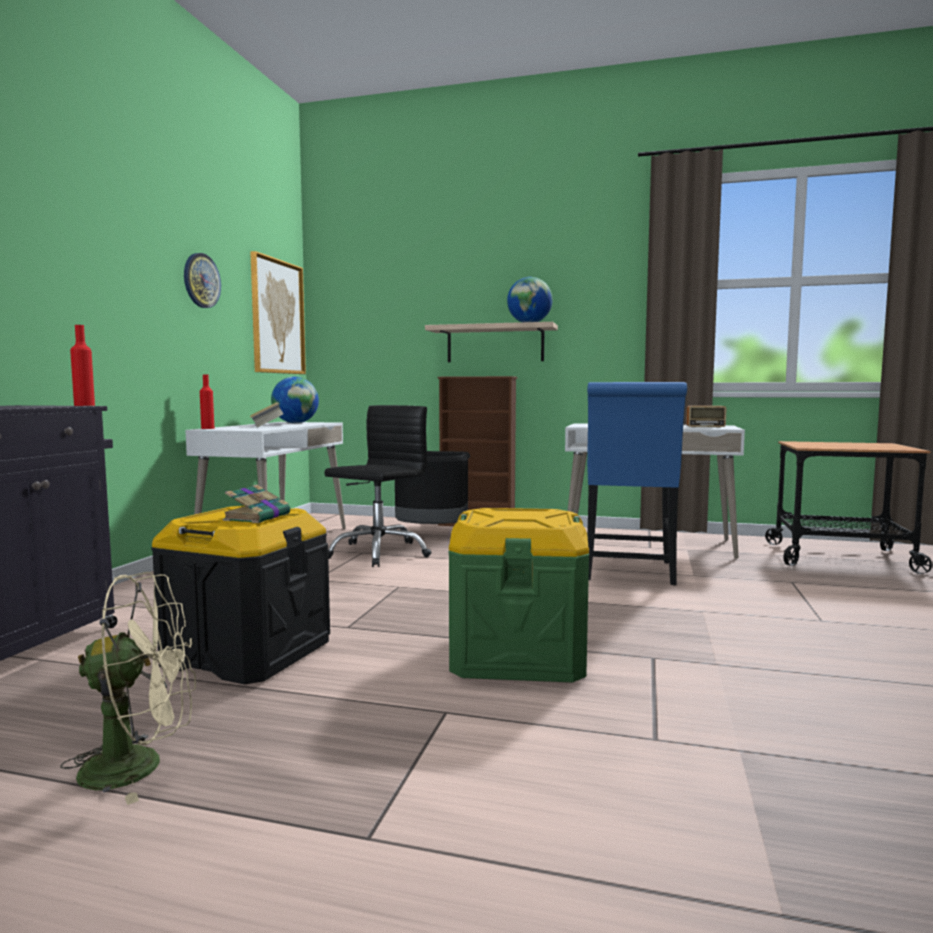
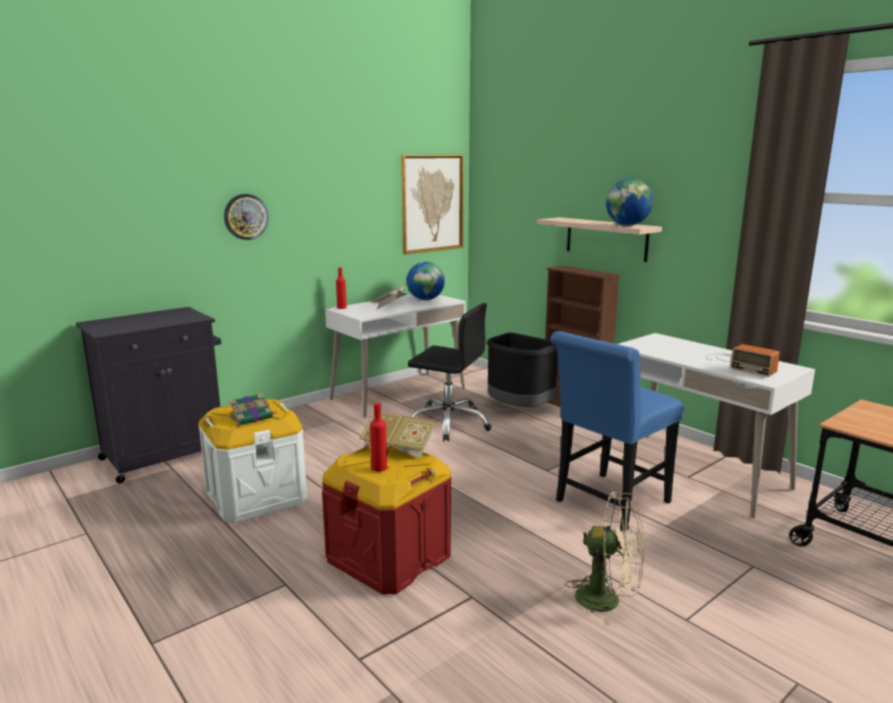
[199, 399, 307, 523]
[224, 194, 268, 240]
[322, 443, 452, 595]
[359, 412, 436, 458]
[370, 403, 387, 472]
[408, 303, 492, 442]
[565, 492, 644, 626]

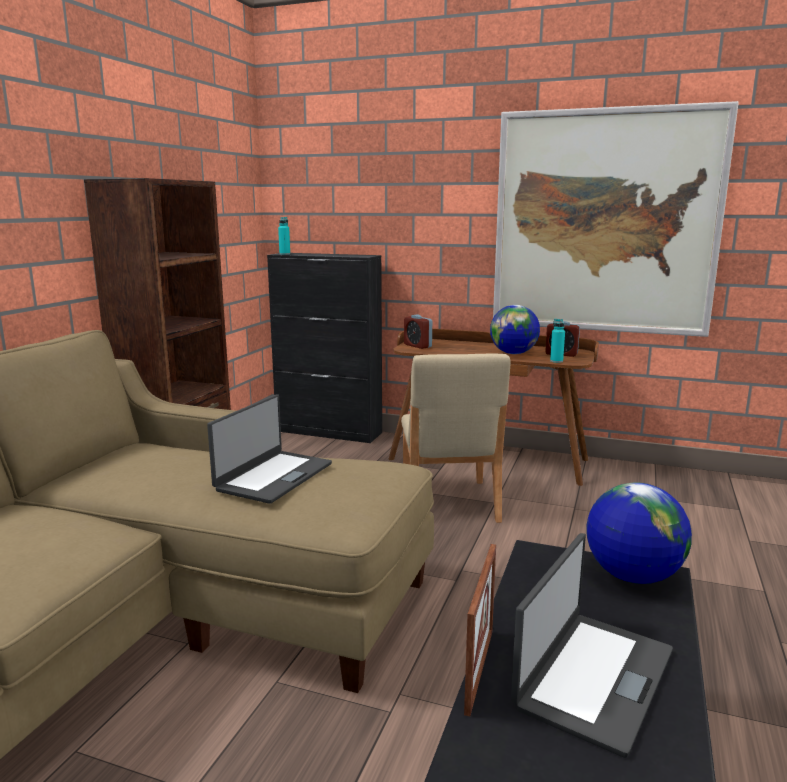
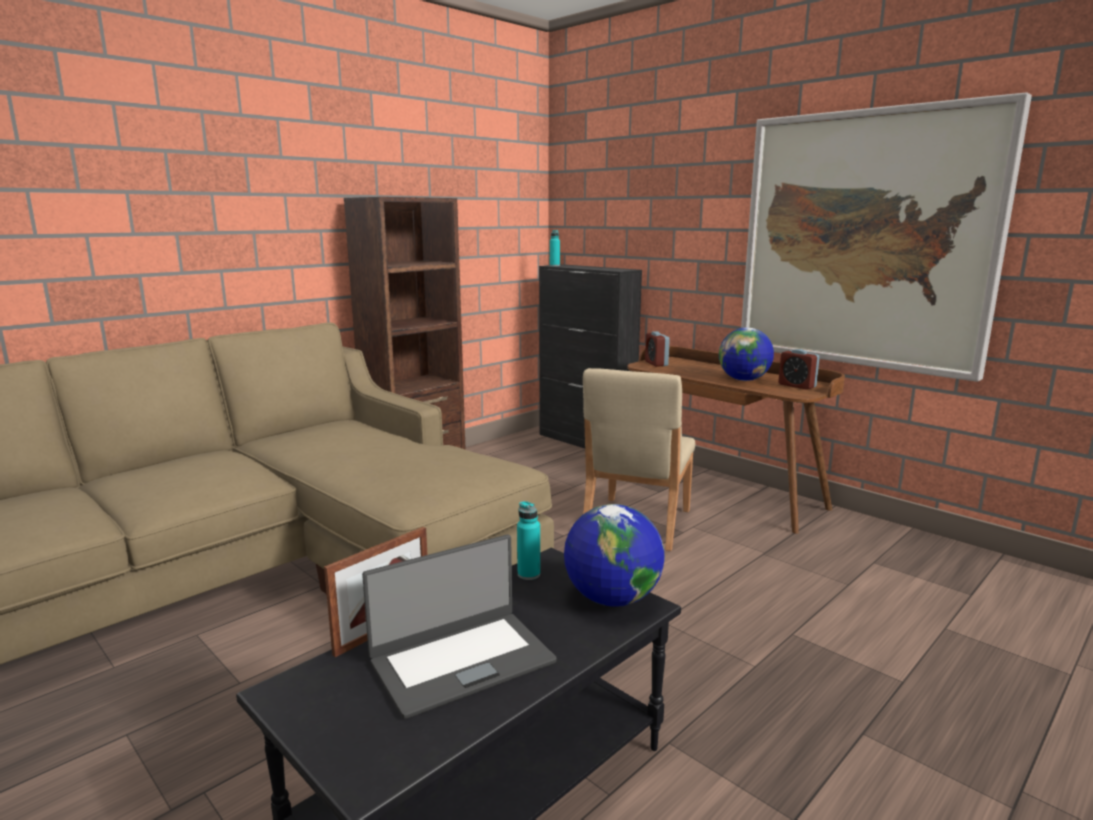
[517, 501, 540, 580]
[207, 394, 332, 504] (first image)

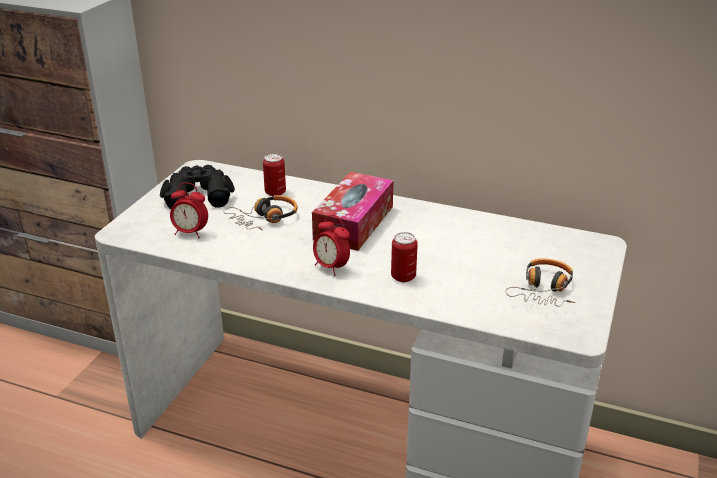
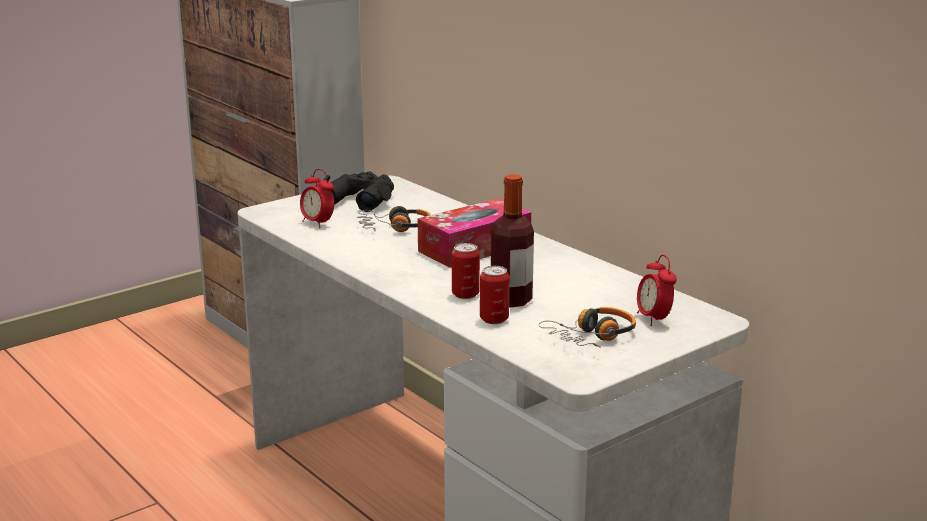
[480, 266, 509, 324]
[491, 174, 534, 308]
[637, 255, 677, 326]

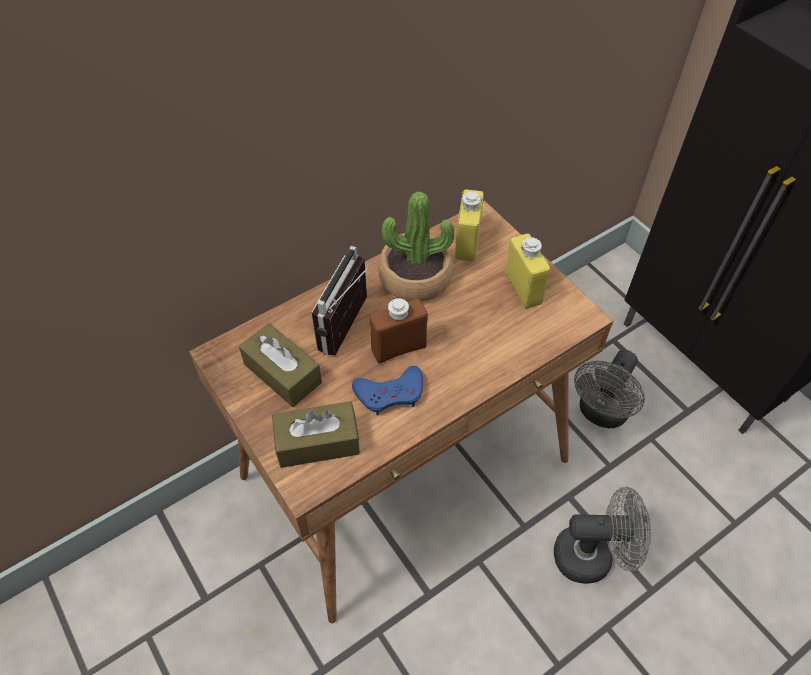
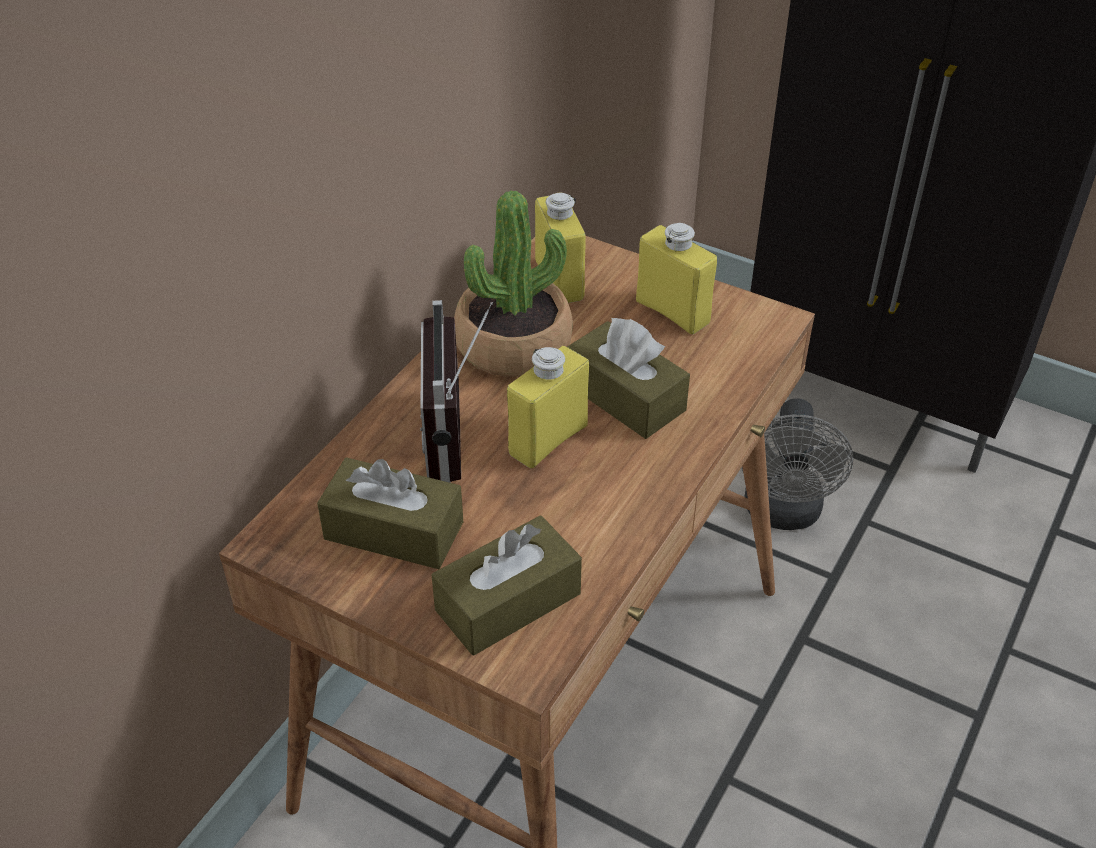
[507, 346, 589, 468]
[567, 317, 690, 439]
[352, 366, 423, 415] (first image)
[554, 487, 651, 584] (first image)

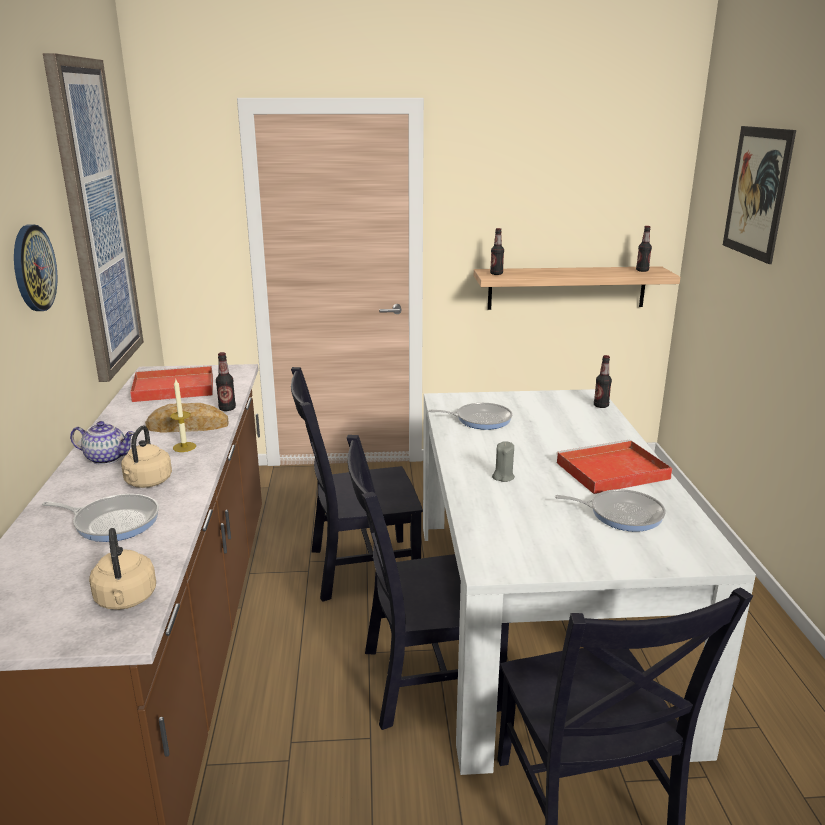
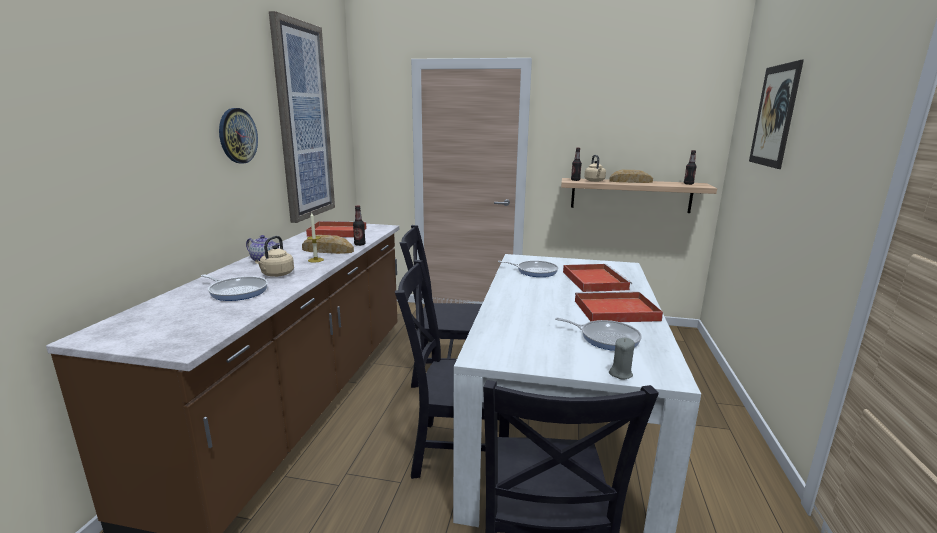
[563, 264, 632, 292]
[584, 155, 606, 182]
[609, 170, 653, 183]
[609, 337, 635, 379]
[594, 355, 612, 408] (first image)

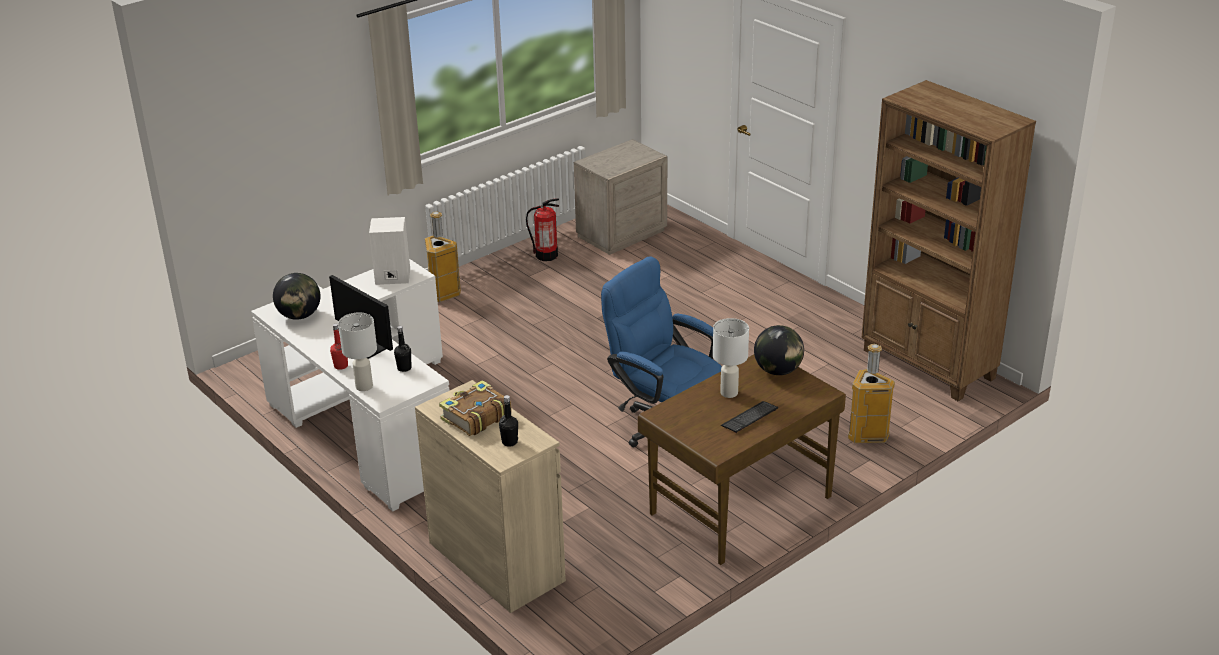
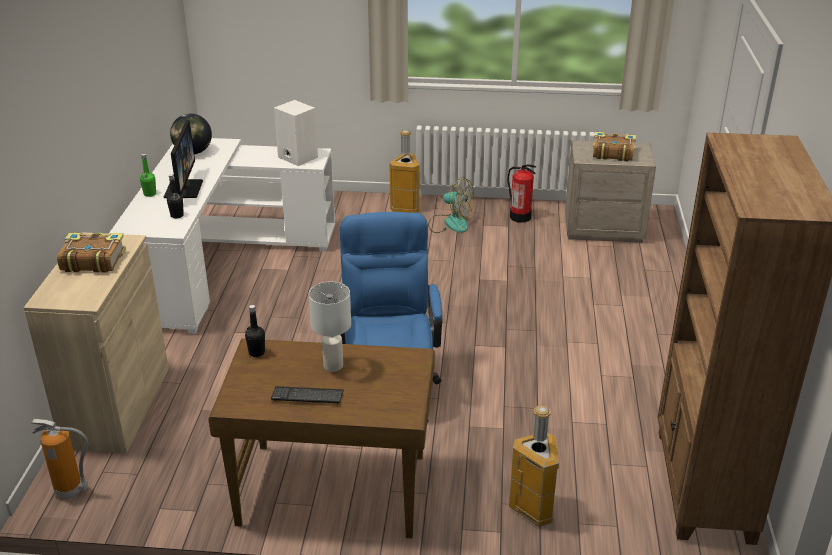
[31, 419, 89, 499]
[140, 154, 156, 197]
[245, 305, 265, 357]
[428, 177, 474, 233]
[593, 132, 636, 161]
[338, 312, 377, 391] (first image)
[754, 325, 804, 375] (first image)

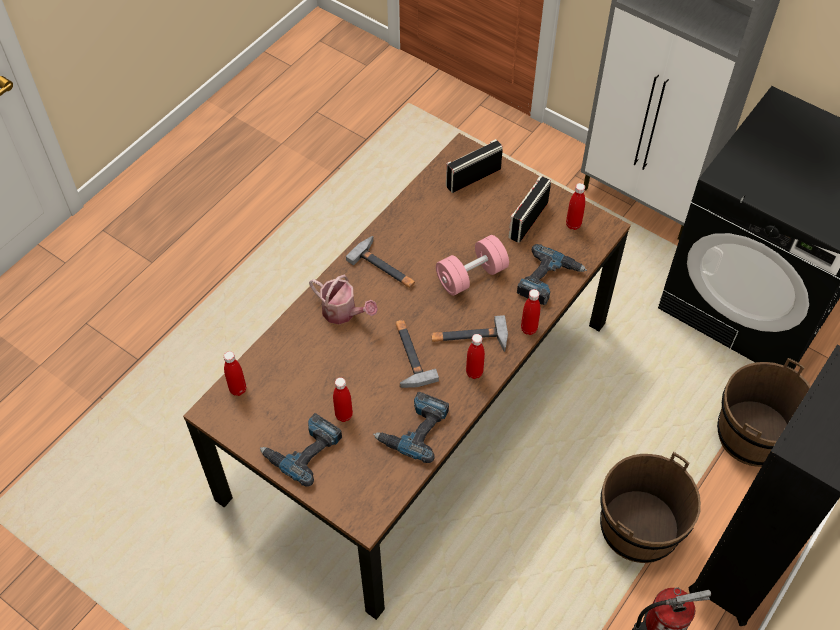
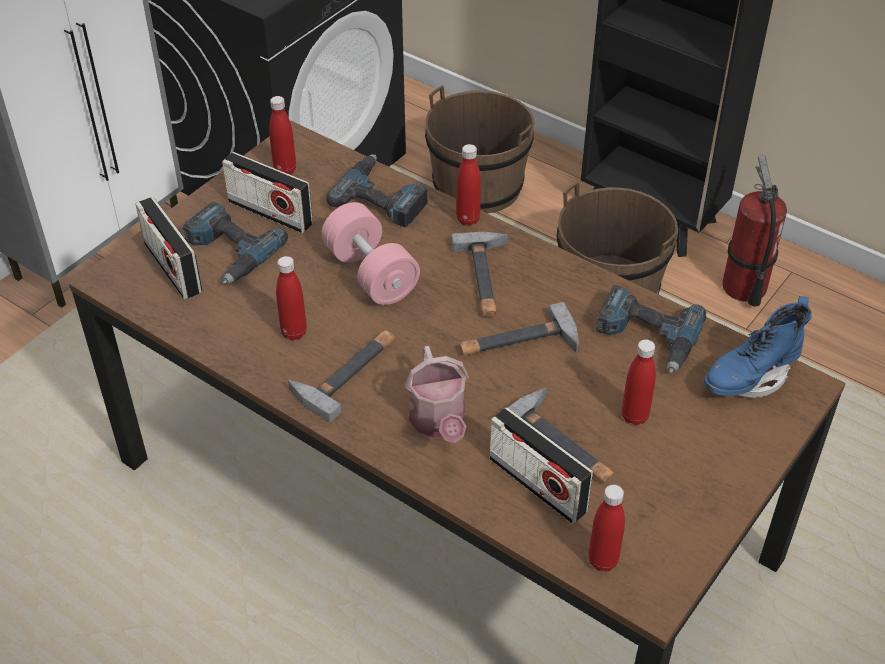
[182, 202, 288, 284]
[276, 256, 307, 340]
[405, 346, 469, 443]
[490, 407, 593, 524]
[508, 388, 614, 484]
[704, 296, 812, 398]

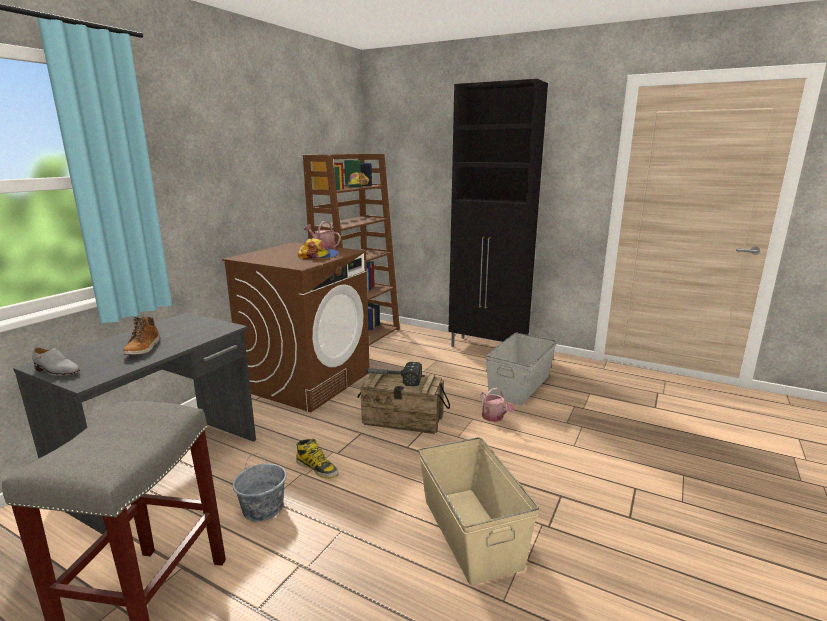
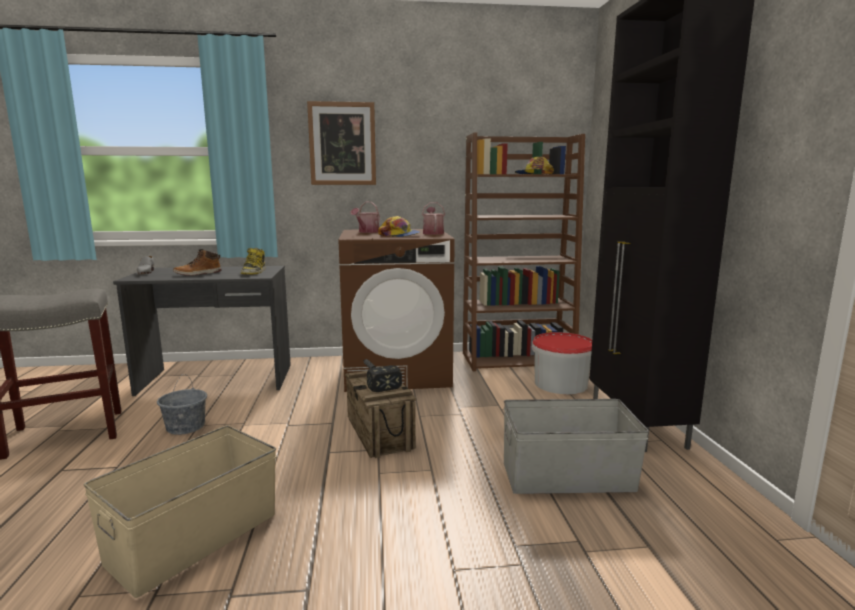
[241, 248, 266, 275]
[307, 101, 376, 185]
[351, 202, 380, 233]
[532, 332, 592, 394]

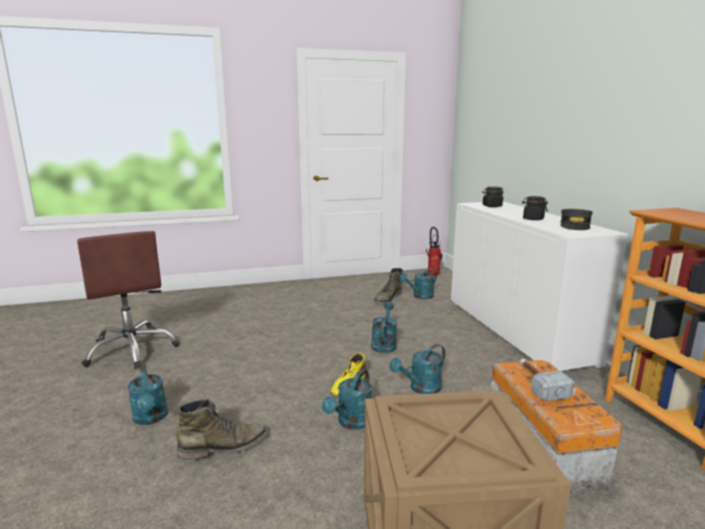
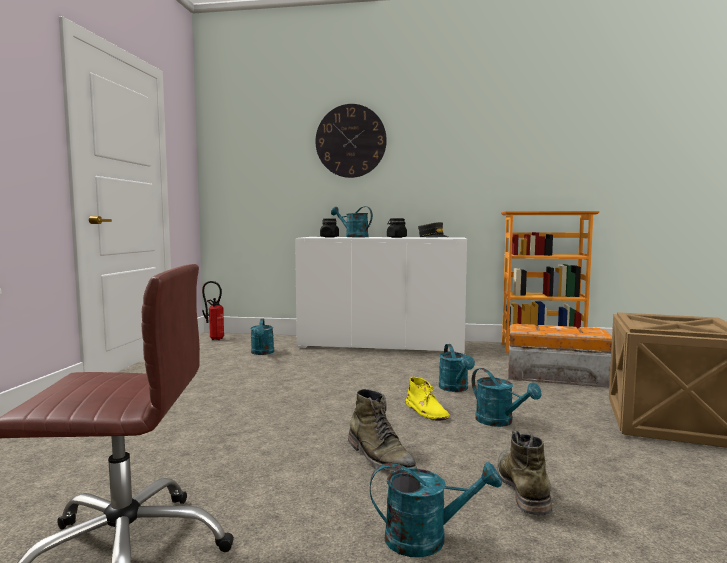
[315, 104, 387, 178]
[331, 207, 373, 237]
[348, 389, 417, 471]
[520, 359, 574, 401] (first image)

